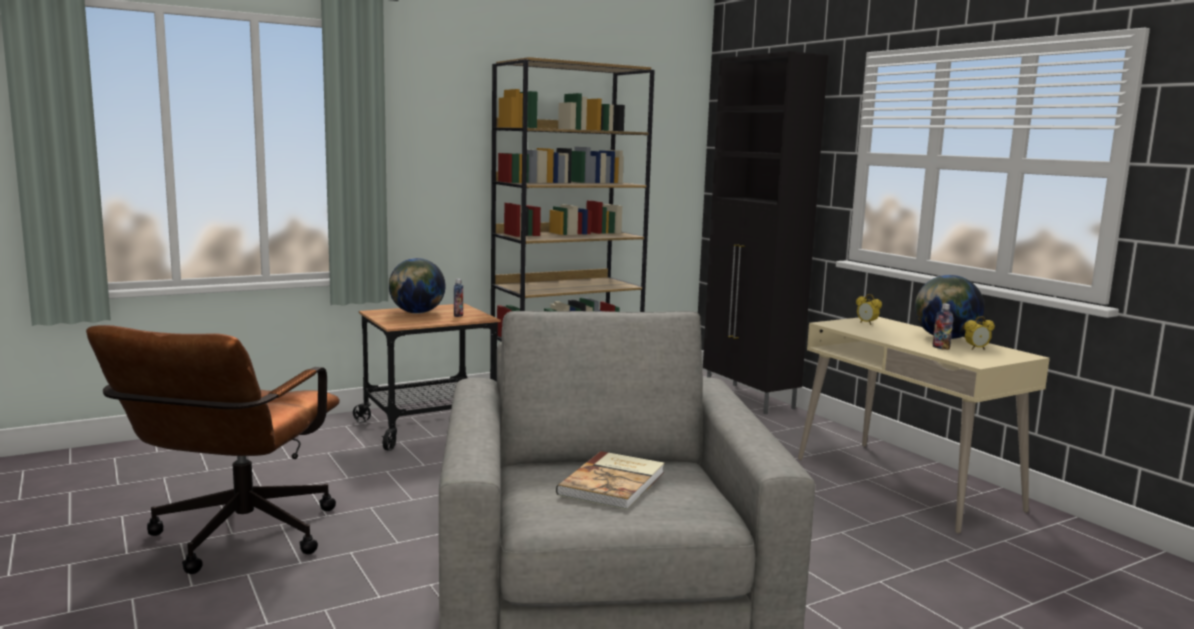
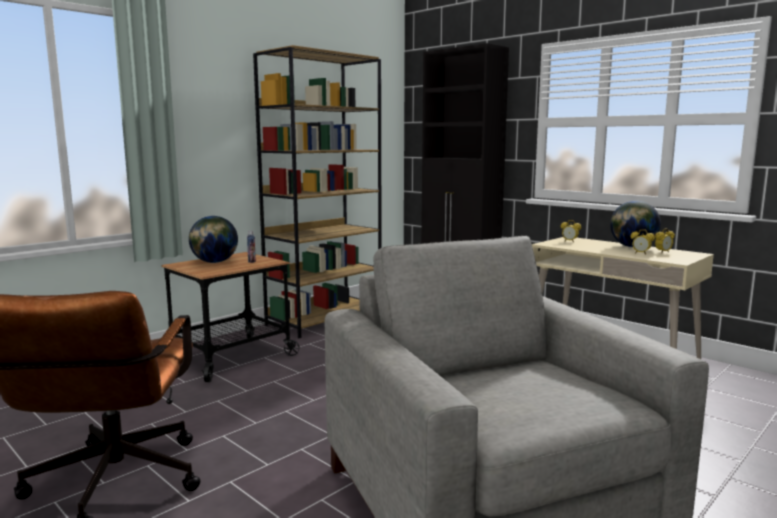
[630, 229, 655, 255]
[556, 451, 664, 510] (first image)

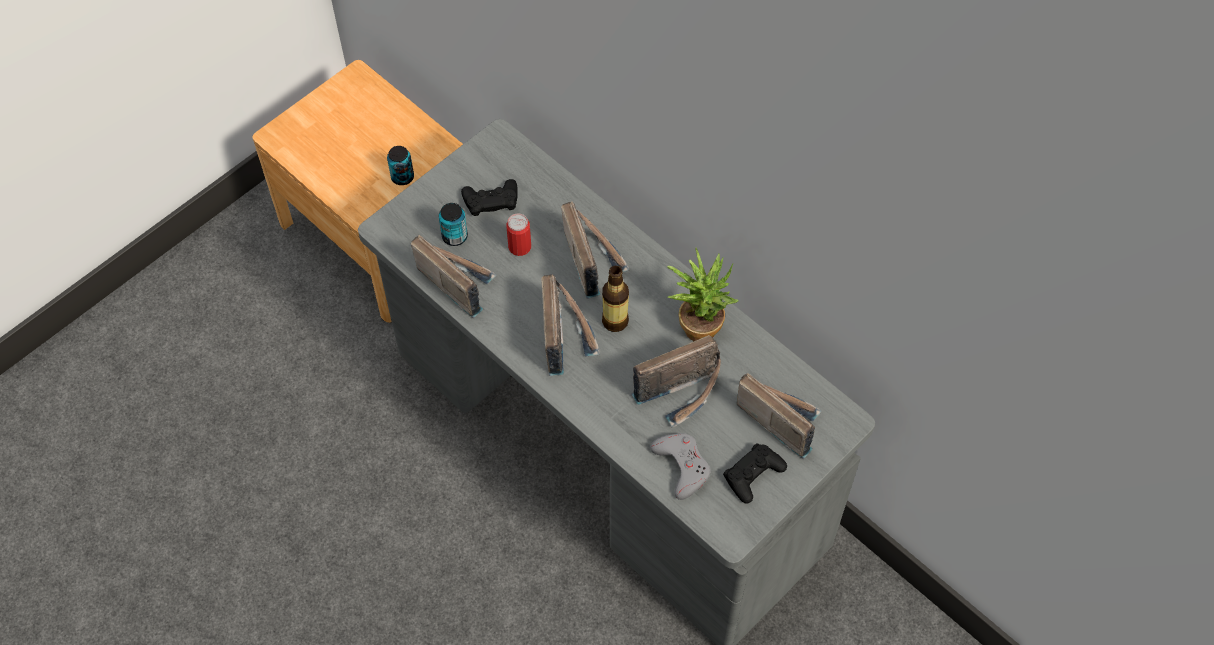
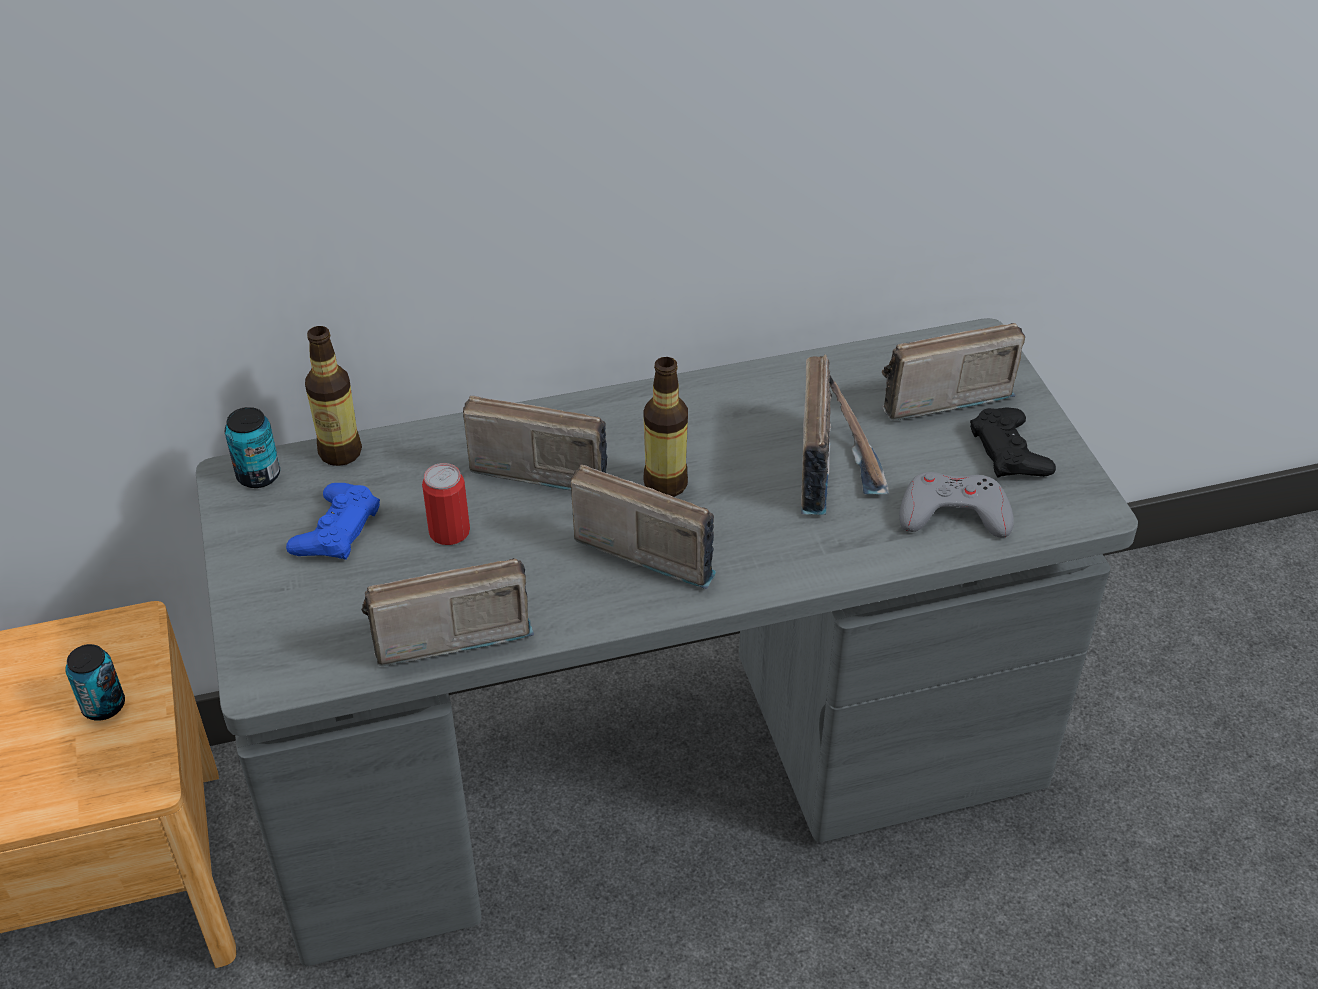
[225, 407, 280, 488]
[286, 483, 380, 560]
[305, 326, 362, 466]
[667, 248, 738, 341] (first image)

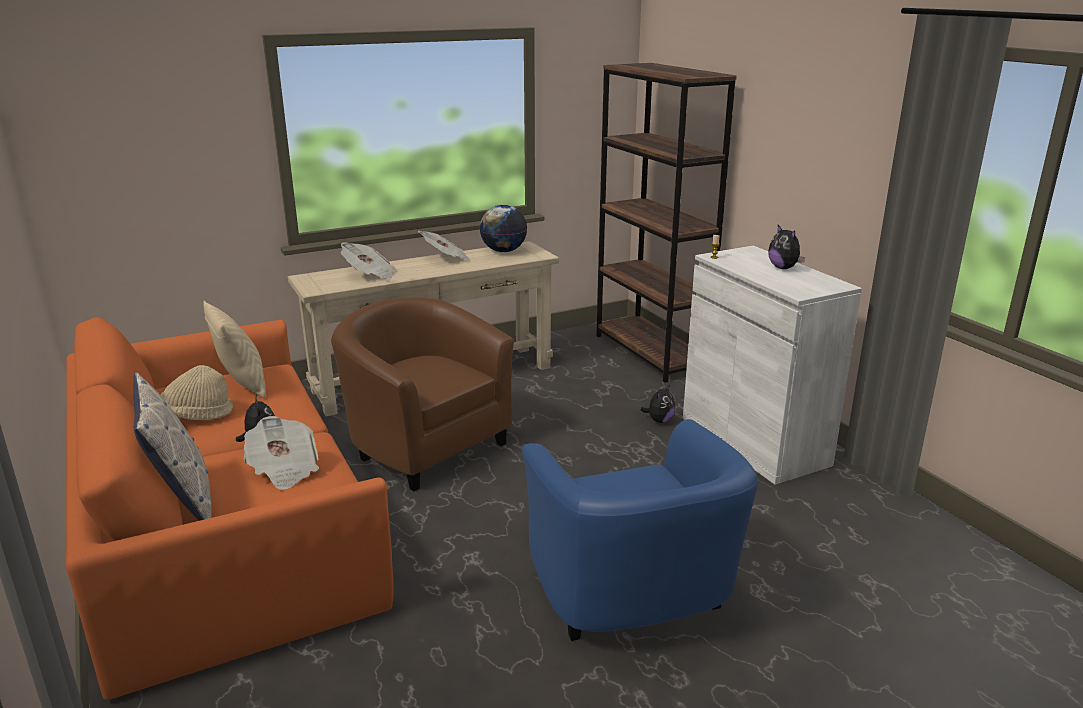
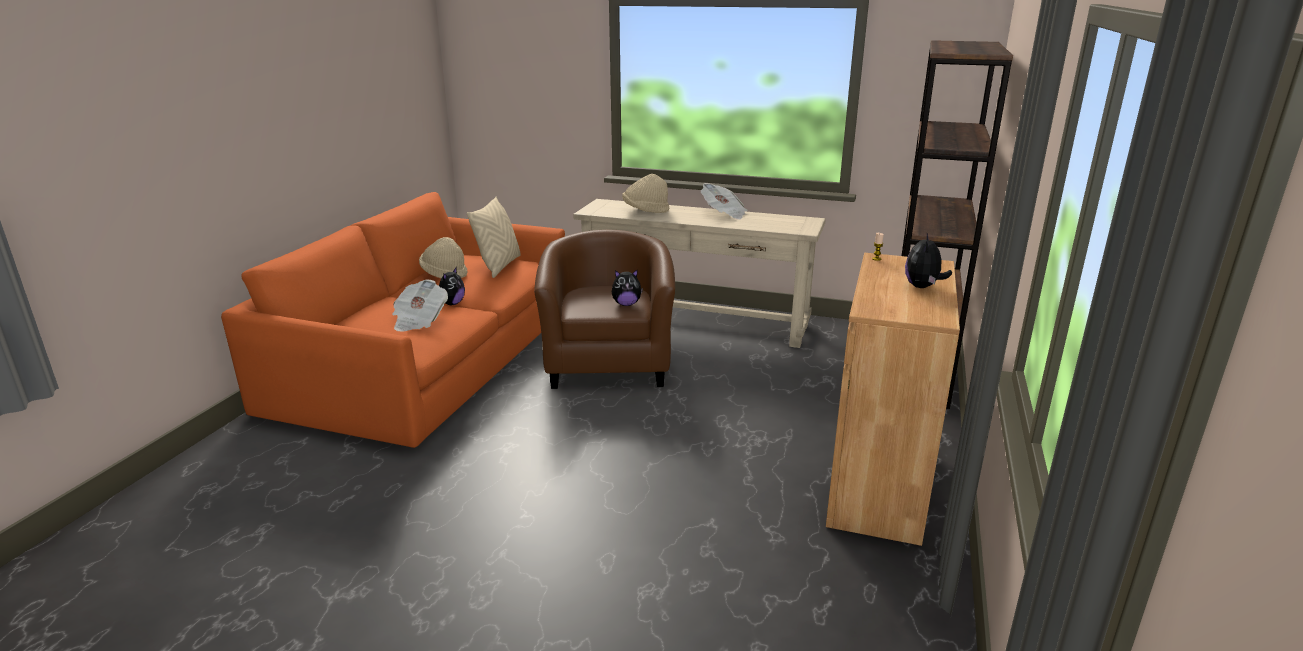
[612, 269, 643, 306]
[622, 174, 669, 213]
[826, 253, 960, 546]
[133, 373, 212, 521] (first image)
[480, 205, 527, 252] (first image)
[522, 419, 758, 641] (first image)

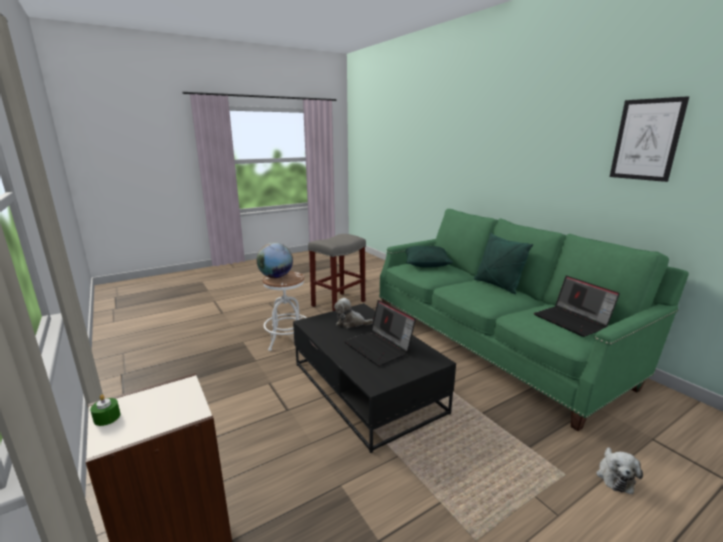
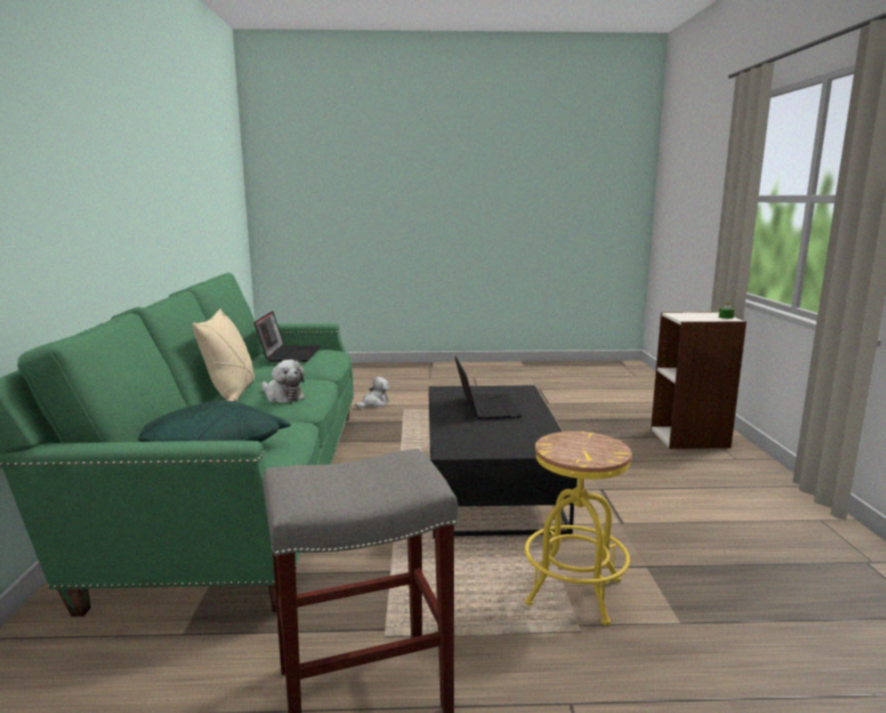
[192, 309, 254, 402]
[262, 360, 305, 403]
[525, 431, 632, 625]
[256, 243, 293, 278] (first image)
[610, 96, 689, 182] (first image)

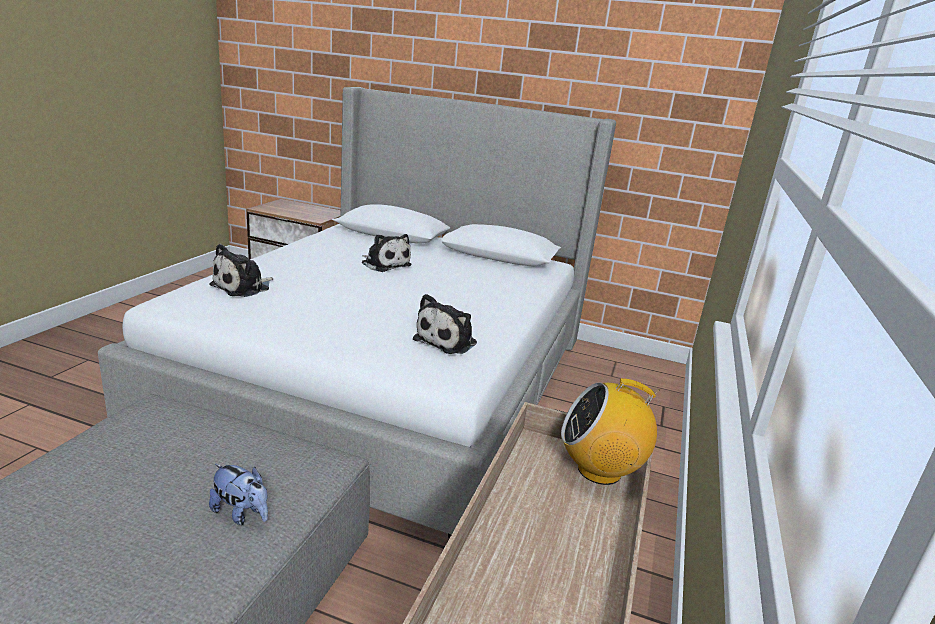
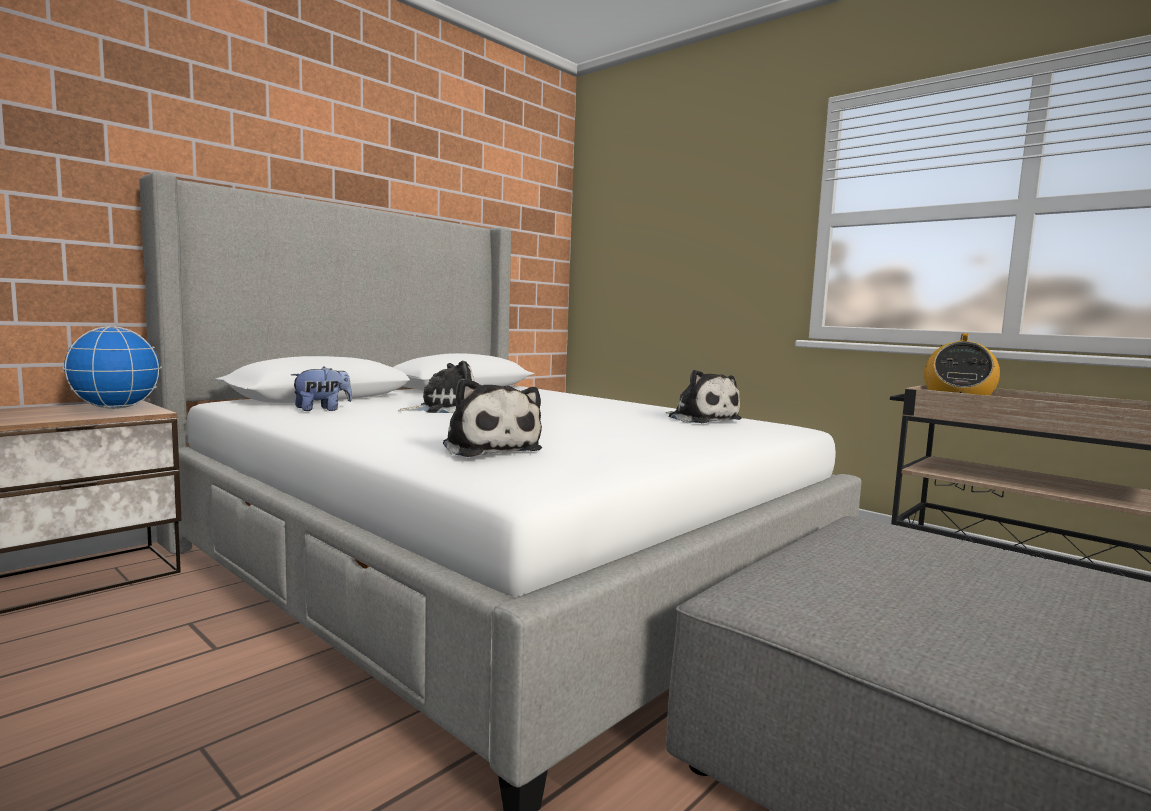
[62, 326, 162, 409]
[291, 367, 352, 411]

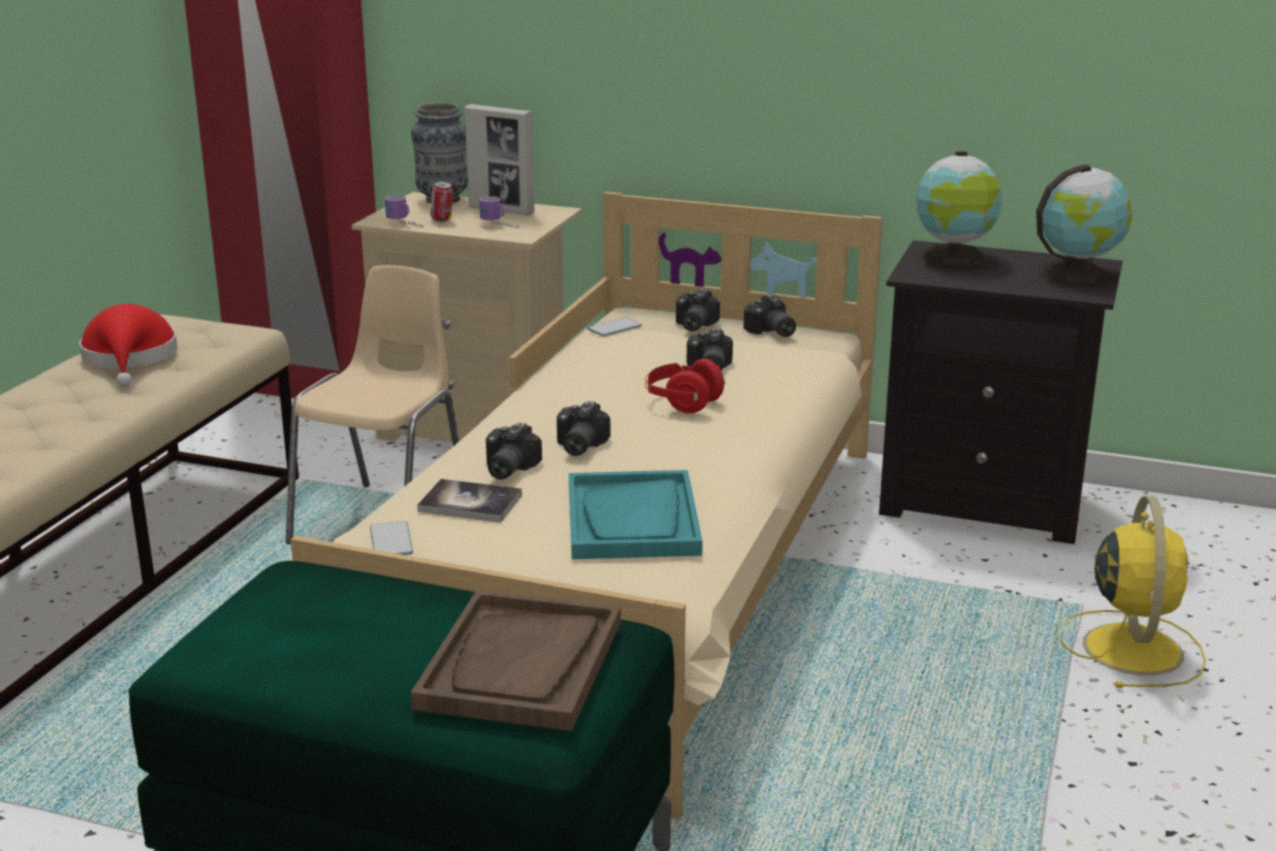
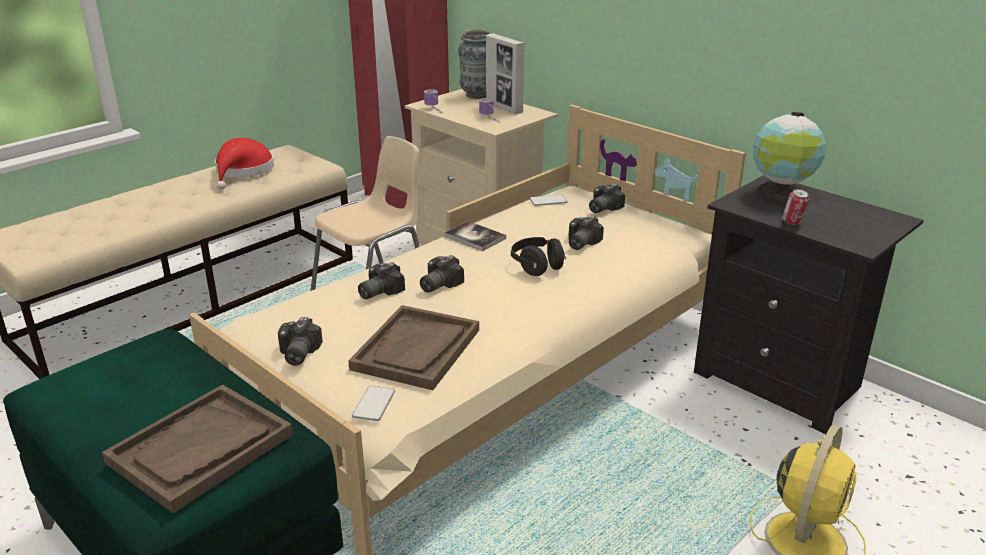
[278, 317, 323, 366]
[348, 305, 479, 390]
[352, 386, 395, 421]
[444, 221, 506, 251]
[511, 237, 566, 276]
[782, 189, 810, 225]
[1036, 164, 1132, 283] (first image)

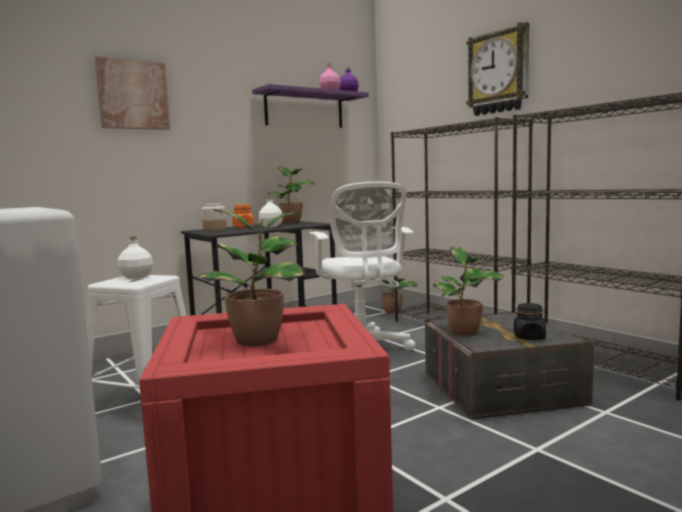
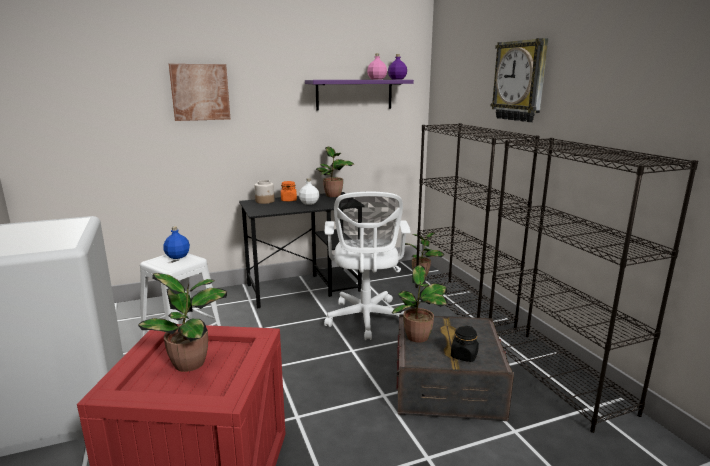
[163, 226, 190, 259]

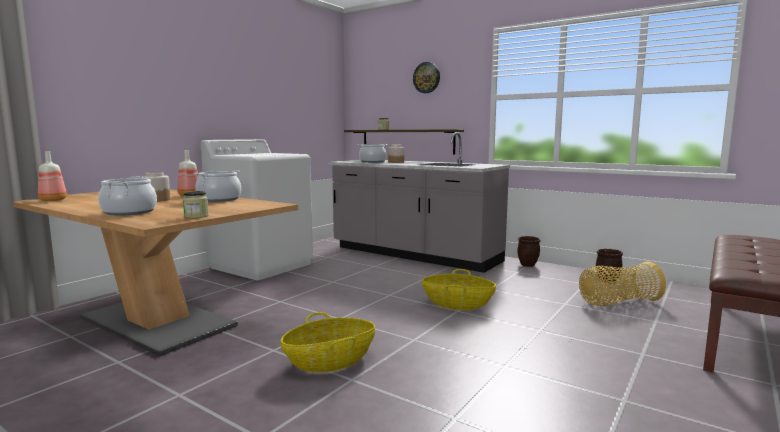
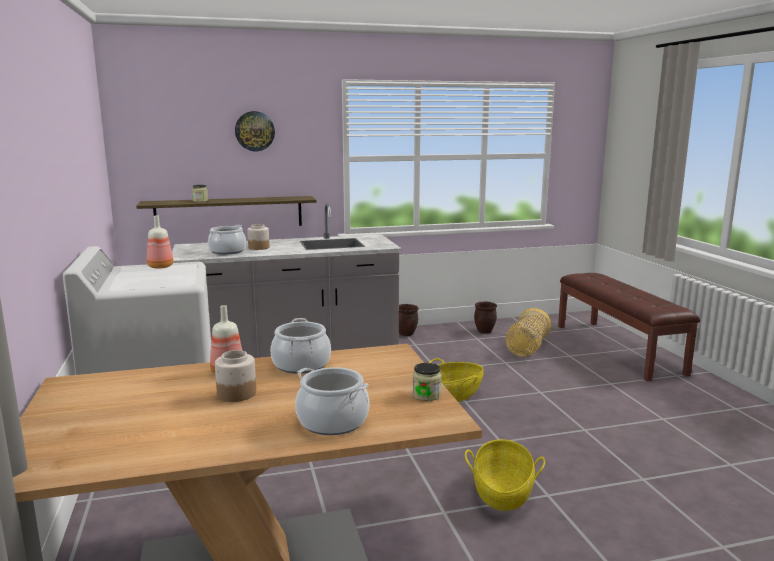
[147, 215, 174, 269]

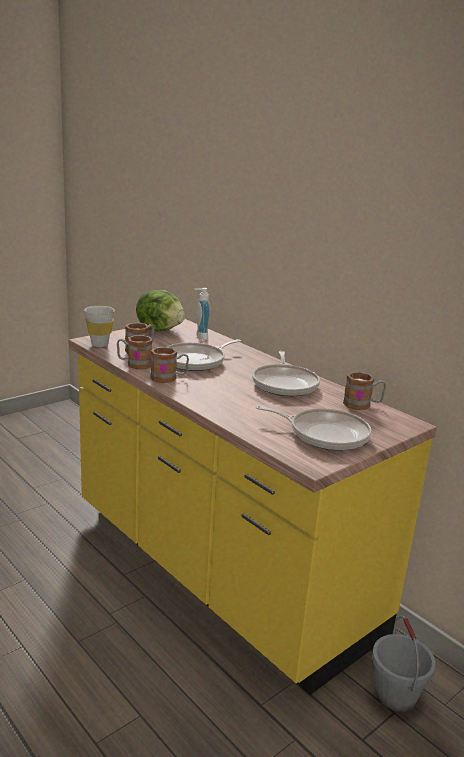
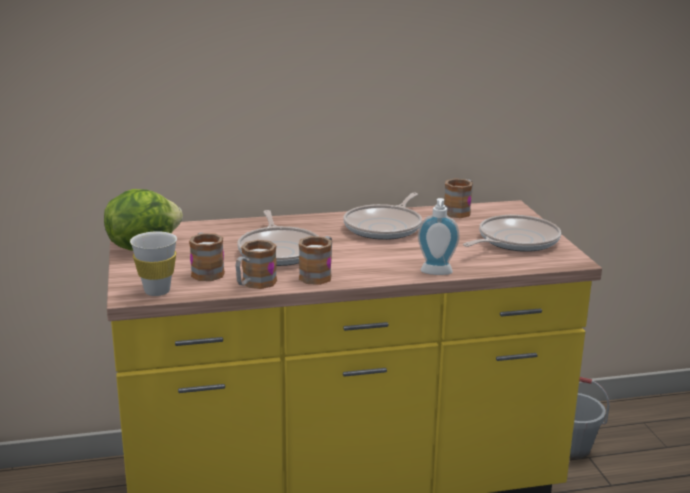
[343, 193, 422, 240]
[418, 198, 460, 275]

